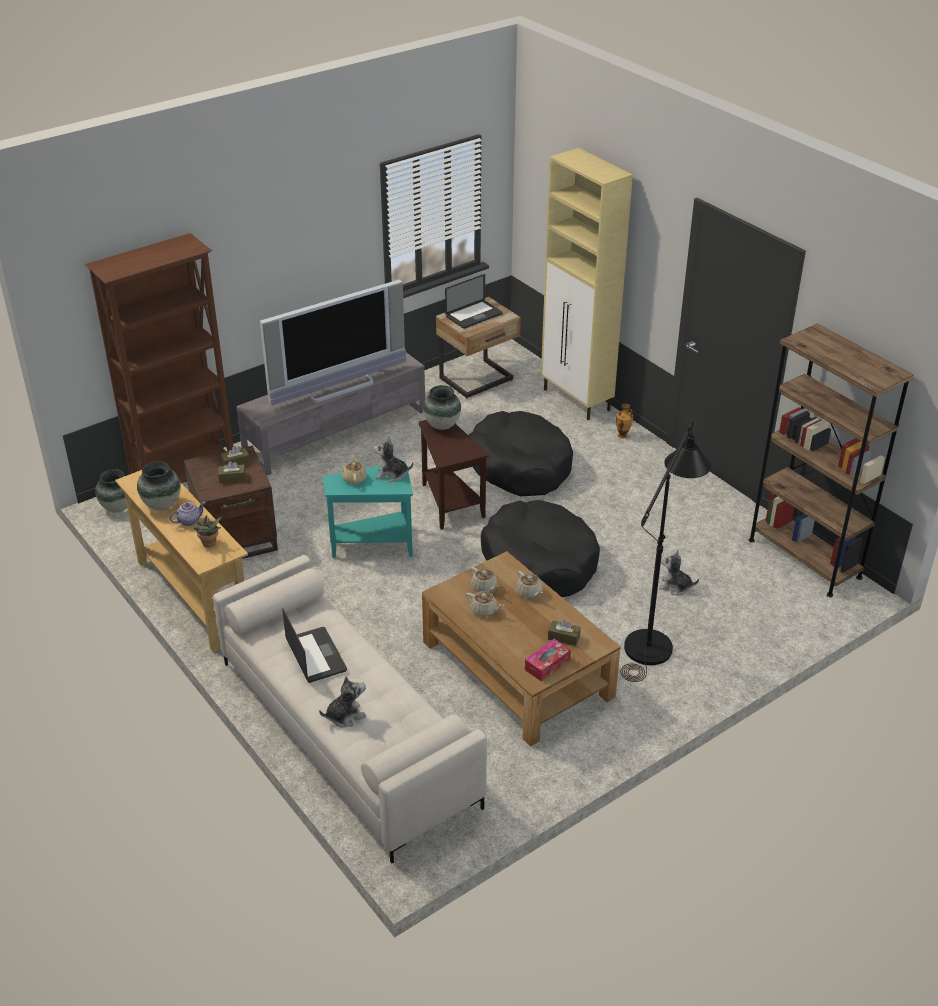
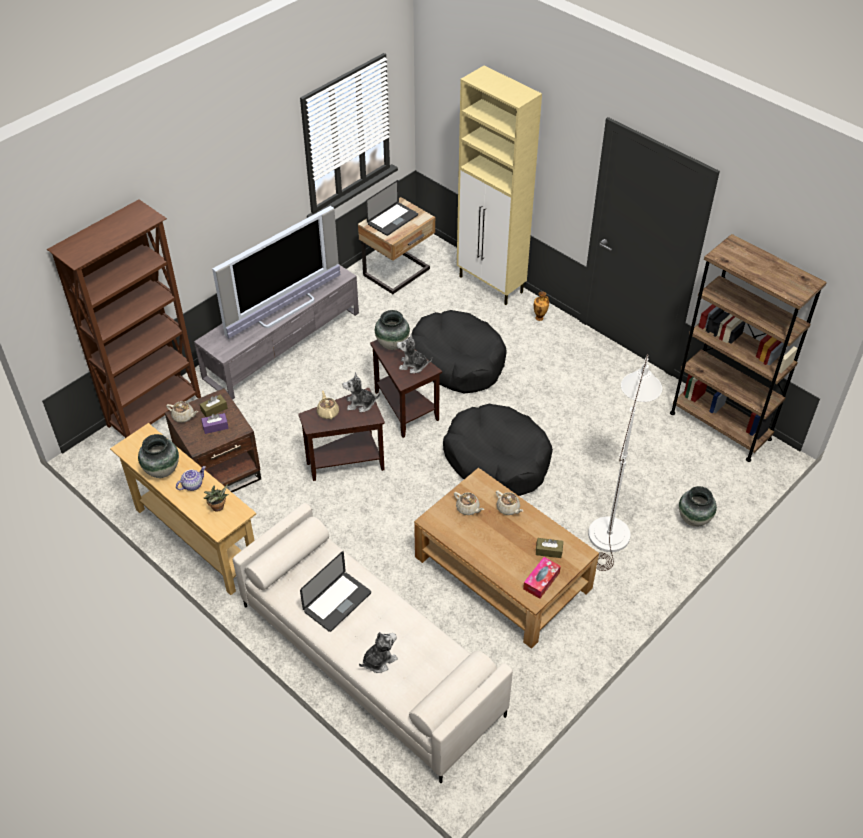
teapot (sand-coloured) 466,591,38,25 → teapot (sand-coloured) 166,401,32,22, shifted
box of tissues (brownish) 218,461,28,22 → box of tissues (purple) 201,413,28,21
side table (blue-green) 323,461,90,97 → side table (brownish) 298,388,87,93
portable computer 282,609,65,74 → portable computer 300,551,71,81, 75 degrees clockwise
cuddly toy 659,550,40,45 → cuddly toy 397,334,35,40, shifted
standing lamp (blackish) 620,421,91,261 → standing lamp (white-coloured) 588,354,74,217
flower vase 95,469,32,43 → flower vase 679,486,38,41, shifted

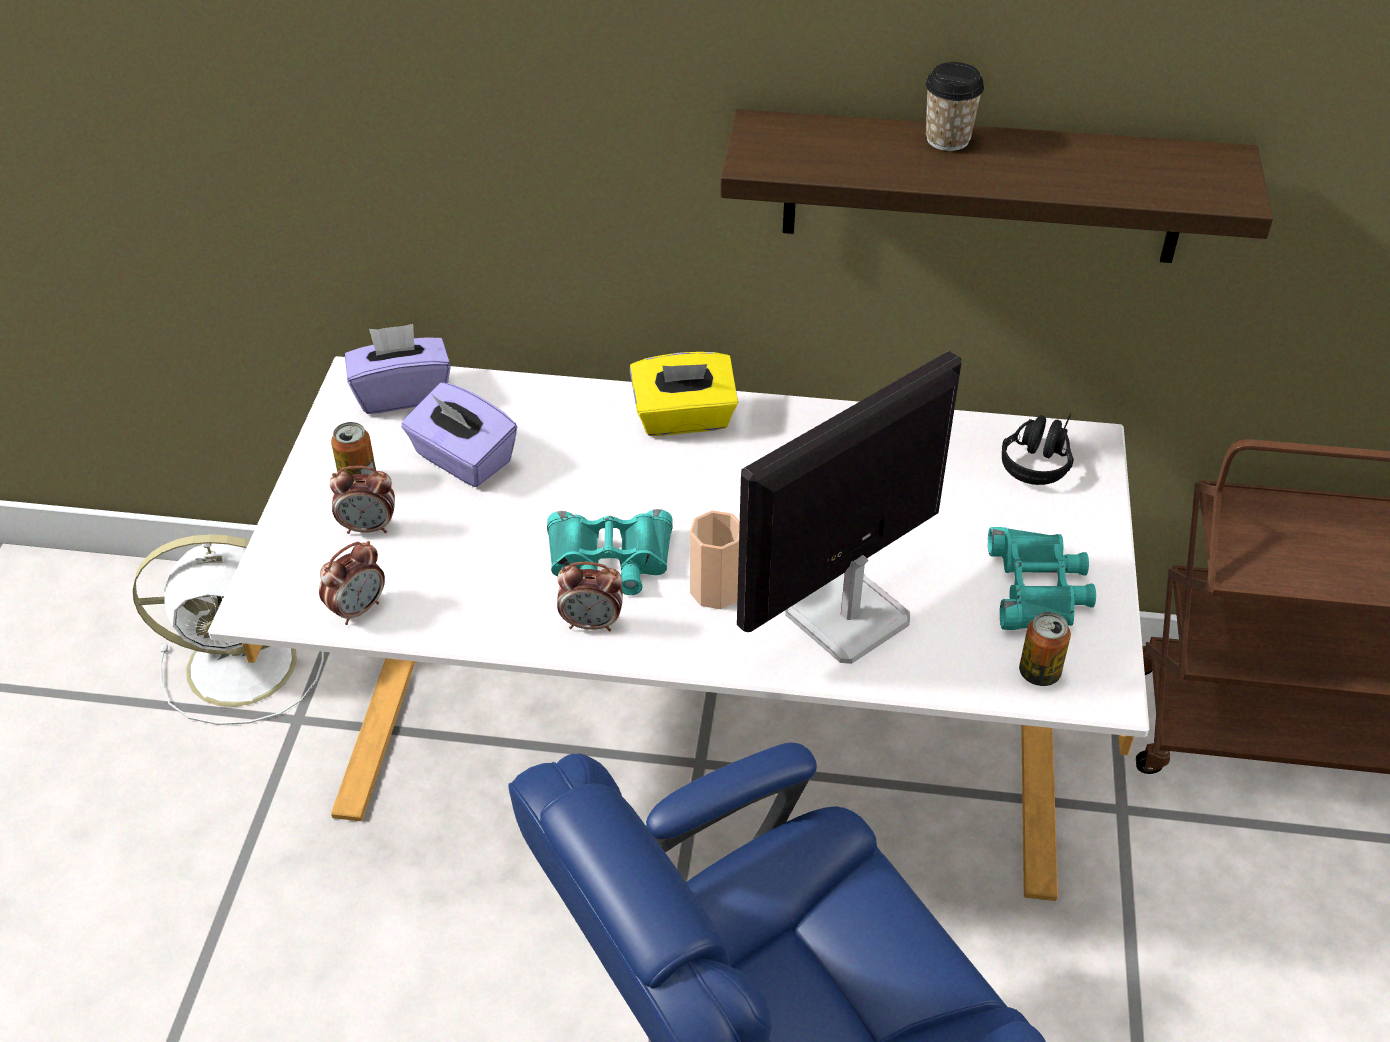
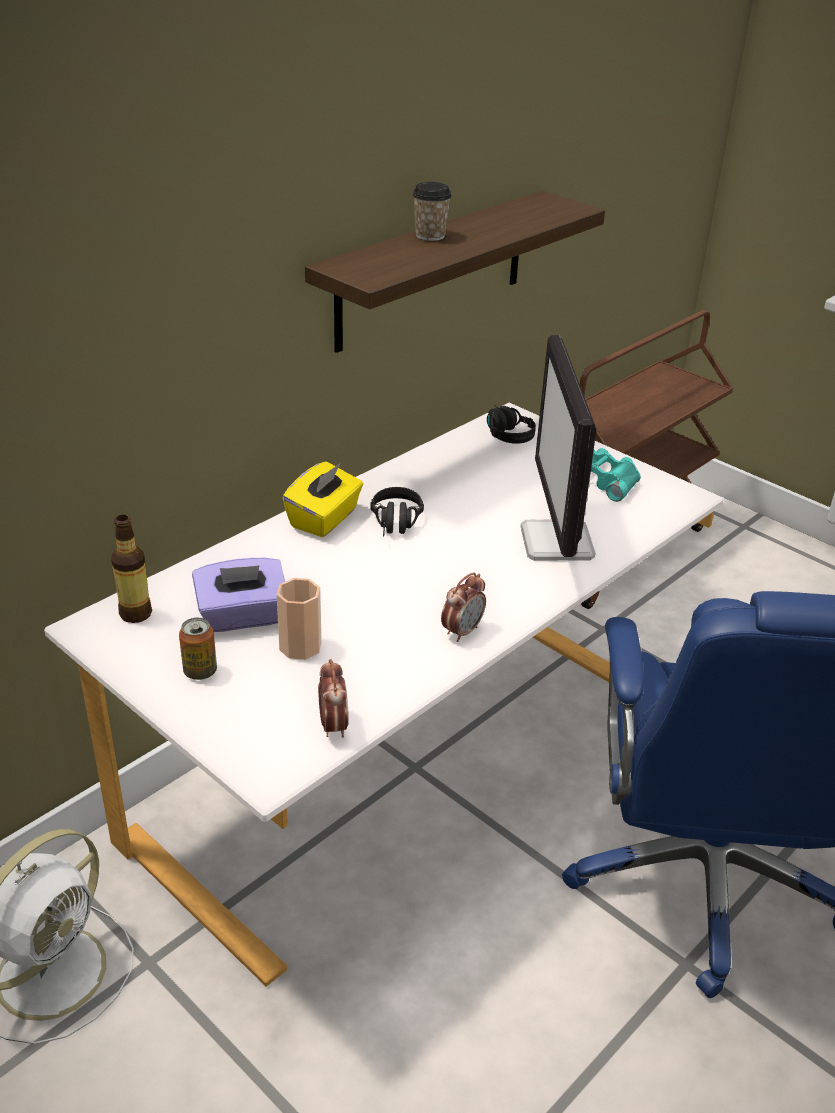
box of tissues (purple) 345,324,106,90 → beverage bottle 111,515,41,108
cup 690,510,50,99 → cup 277,578,45,82, shifted
- → pair of headphones (blackish) 370,487,54,50
table clock 330,466,65,68 → -
field glasses (blue-green) 547,509,126,86 → -
can 1019,612,52,74 → -

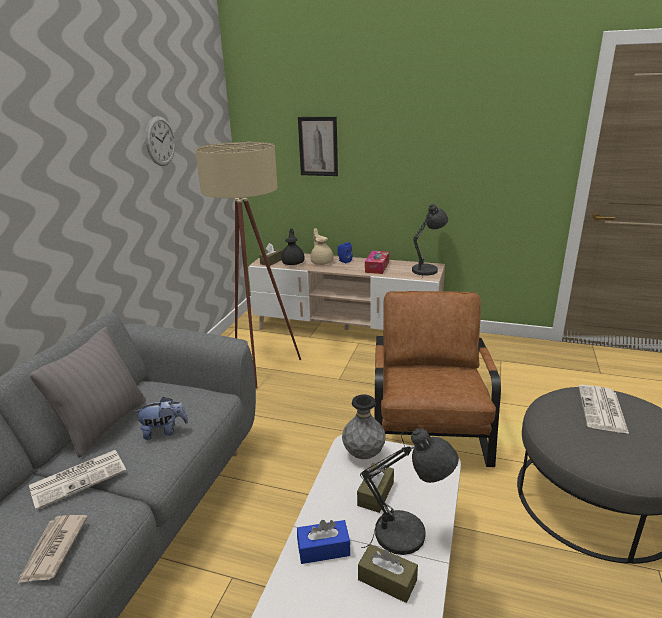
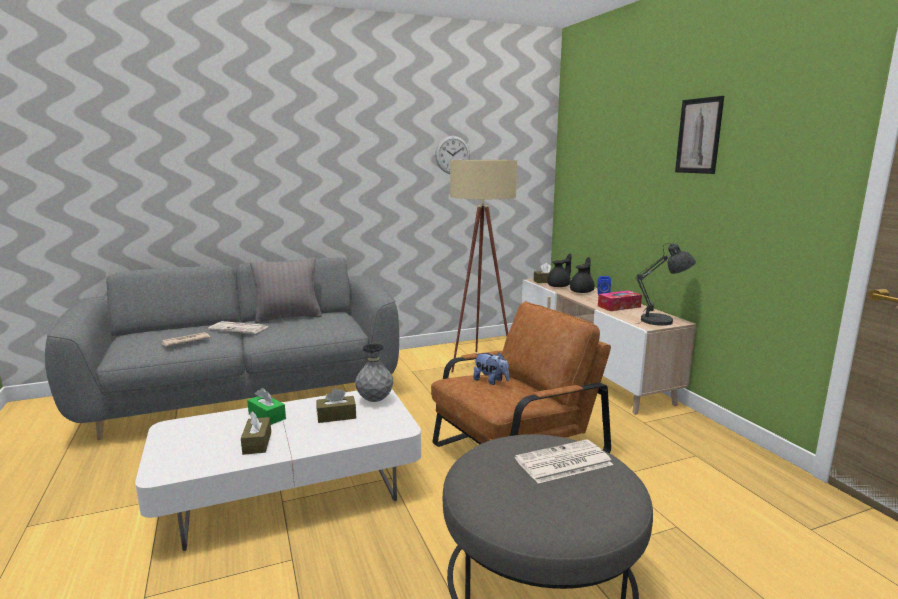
box of tissues (blue-coloured) 297,520,53,44 → box of tissues (greenish) 247,388,39,37
cuddly toy 133,396,55,44 → cuddly toy 473,352,36,33, shifted
teapot (sand-coloured) 311,228,23,37 → teapot (blackish) 570,257,25,36
picture 298,117,40,59 → picture 675,96,49,78, shifted
table lamp (gray) 360,428,99,127 → -

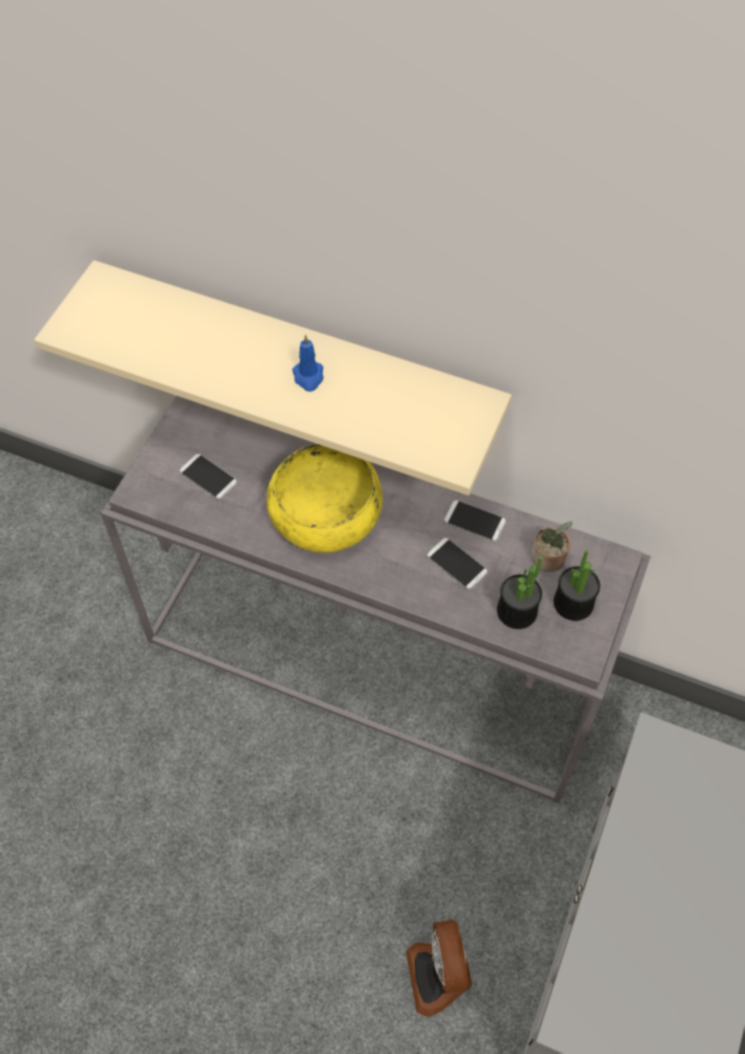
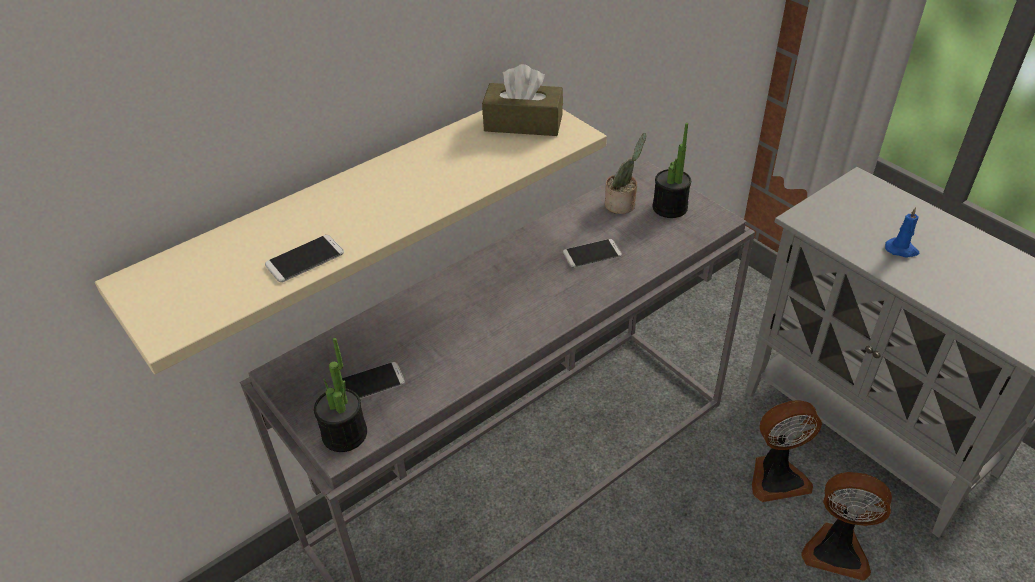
telephone 444,500,62,41 → telephone 265,235,79,47, shifted
plant in a pot 497,556,45,73 → plant in a pot 314,338,53,114, shifted
- → box of tissues (brownish) 482,64,81,72
- → cooling fan 752,400,70,102
candle (blue-coloured) 292,335,31,57 → candle (blue-coloured) 885,207,34,51, shifted
bowl (yellow-coloured) 267,444,116,109 → -

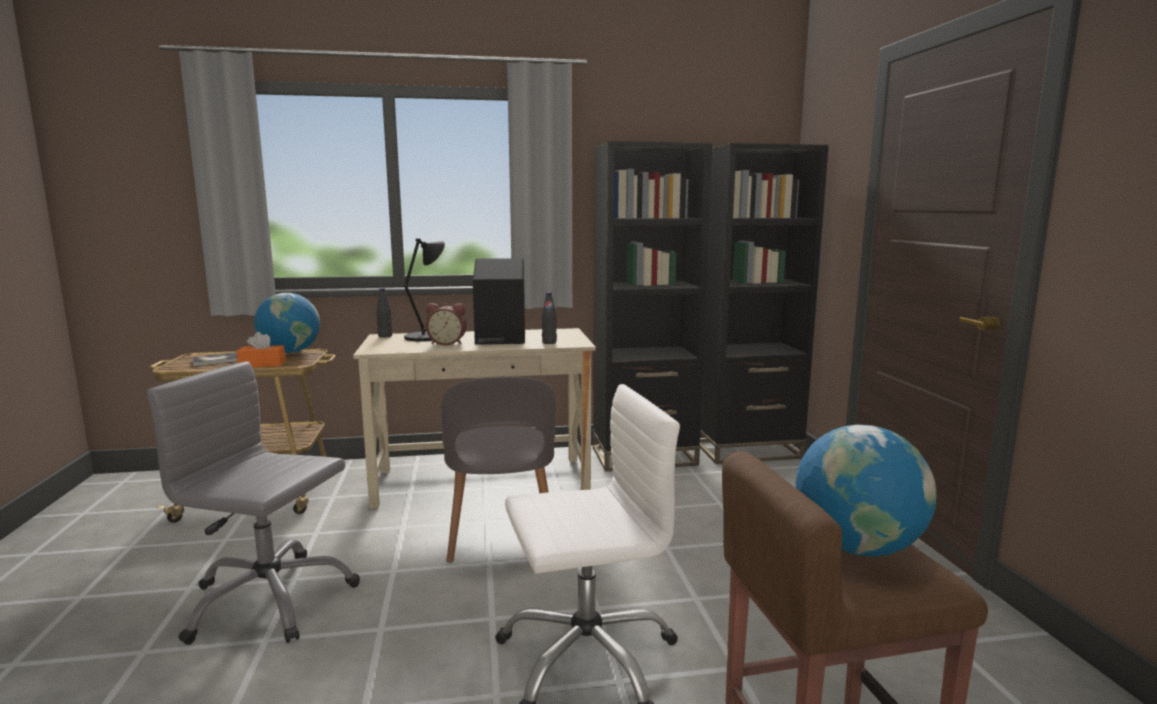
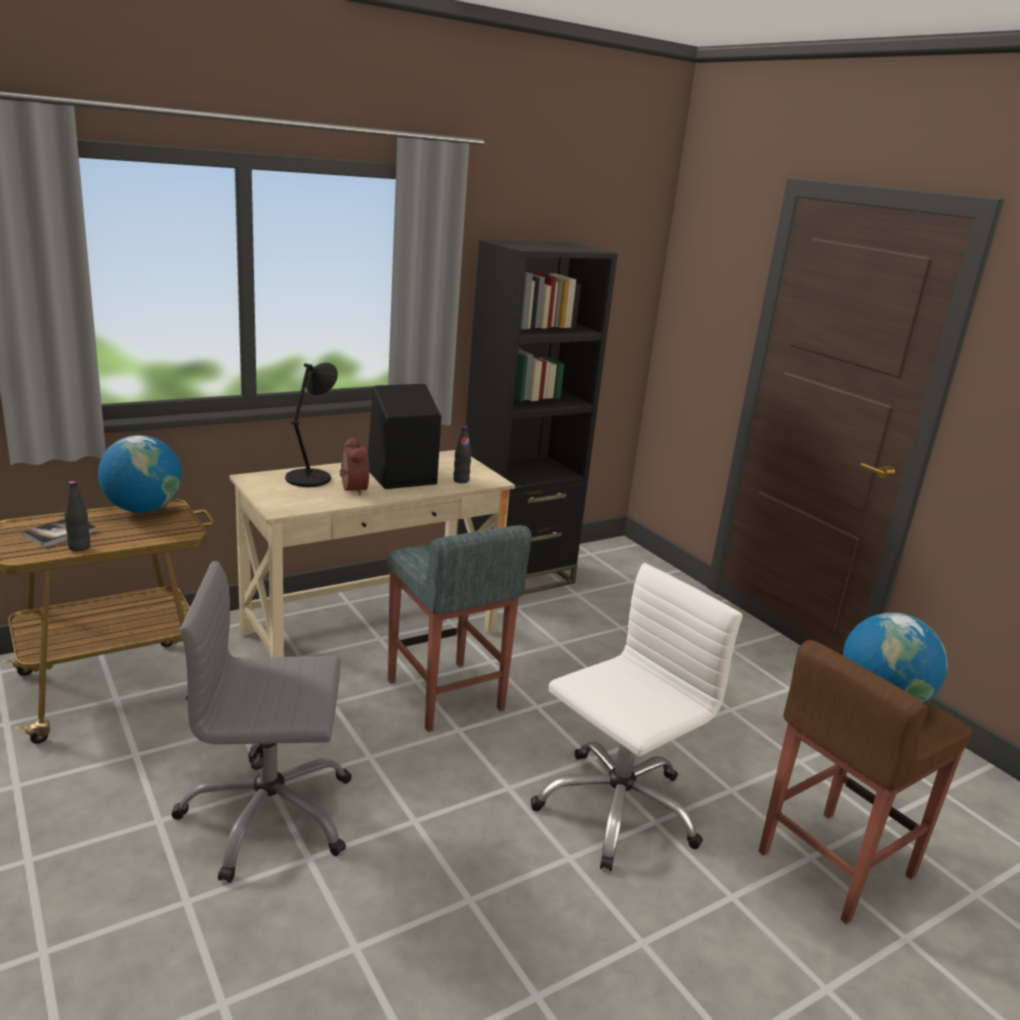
beverage bottle (blackish) 376,288,16,50 → beverage bottle (blackish) 64,481,26,70, shifted
table clock 426,303,41,43 → table clock 340,437,29,58, 90 degrees counterclockwise
chair (gray) 441,376,114,187 → sitting stool (gray) 388,525,144,207
box of tissues (orange) 237,332,49,35 → -
bookshelf (blackish) 700,143,129,321 → -

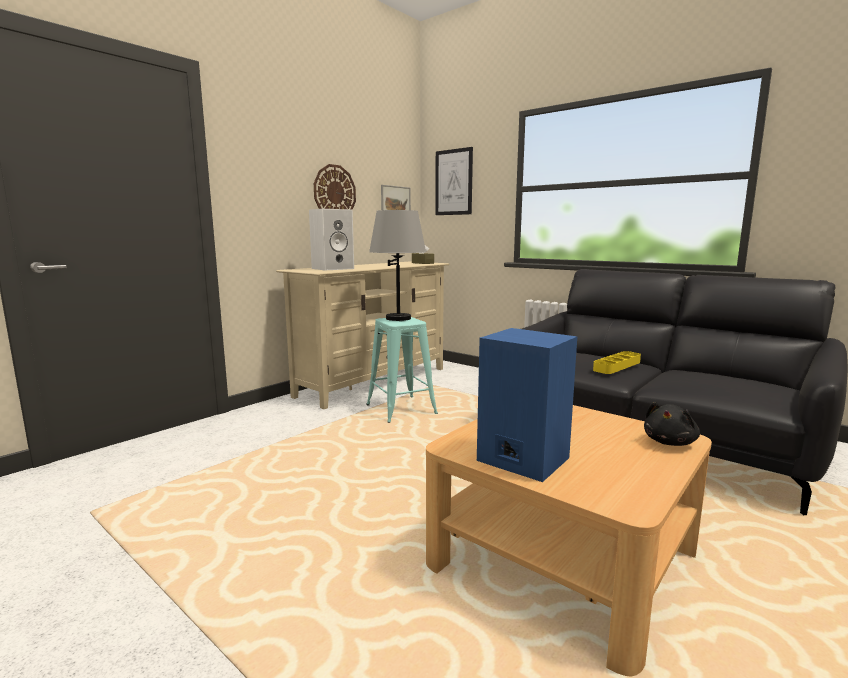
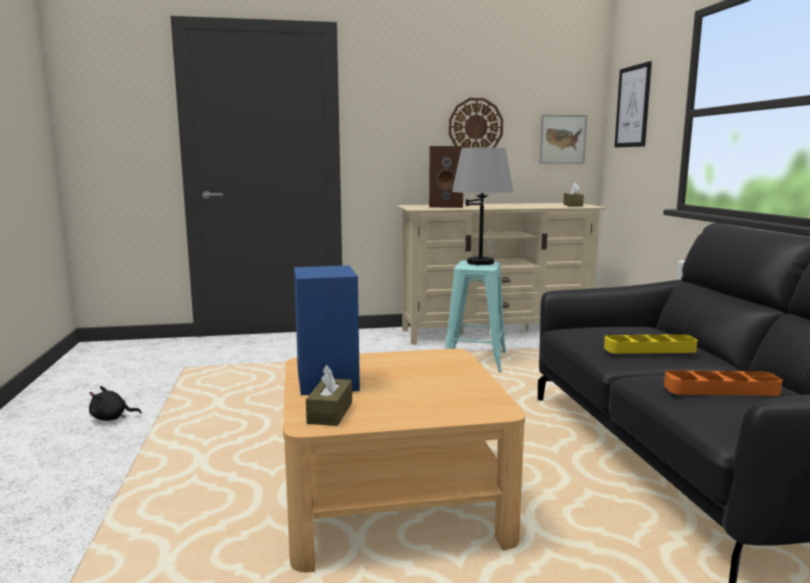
cuddly toy (blackish) 644,402,56,44 → cuddly toy (blackish) 89,386,53,35, shifted
- → box of tissues (brownish) 306,365,46,61
audio speaker (white-coloured) 309,209,45,61 → audio speaker (brownish) 429,146,35,62
- → tray (orange) 664,370,118,26

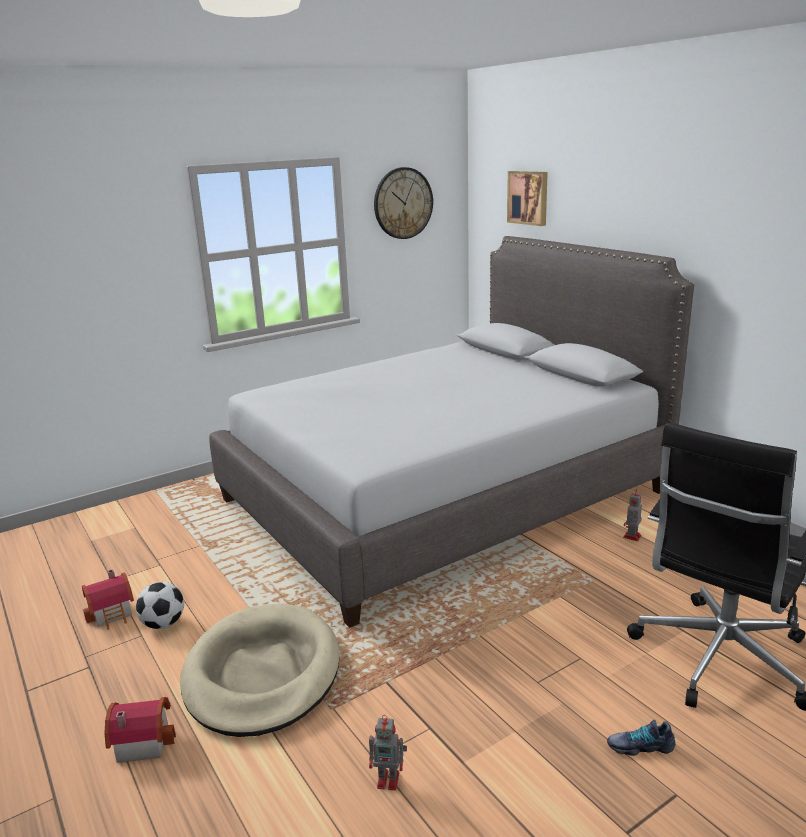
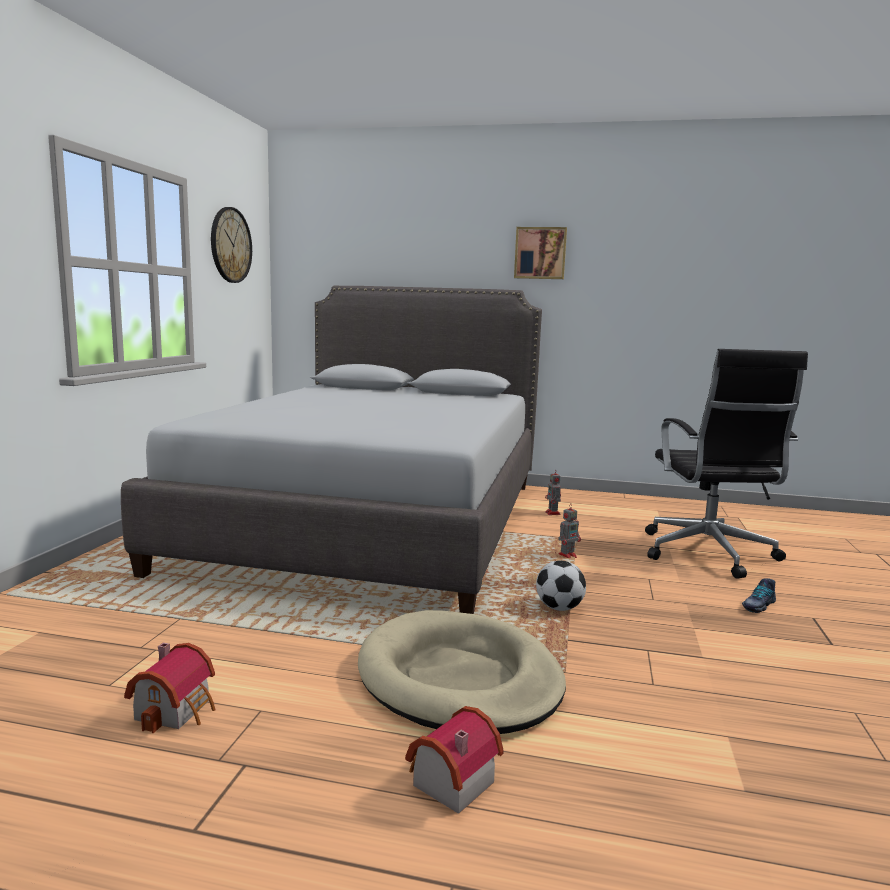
picture 507,171,41,55 → picture 514,227,53,52, shifted
football 136,582,48,47 → football 536,560,50,51, shifted
robot figure 369,715,38,75 → robot figure 558,503,23,55, shifted

